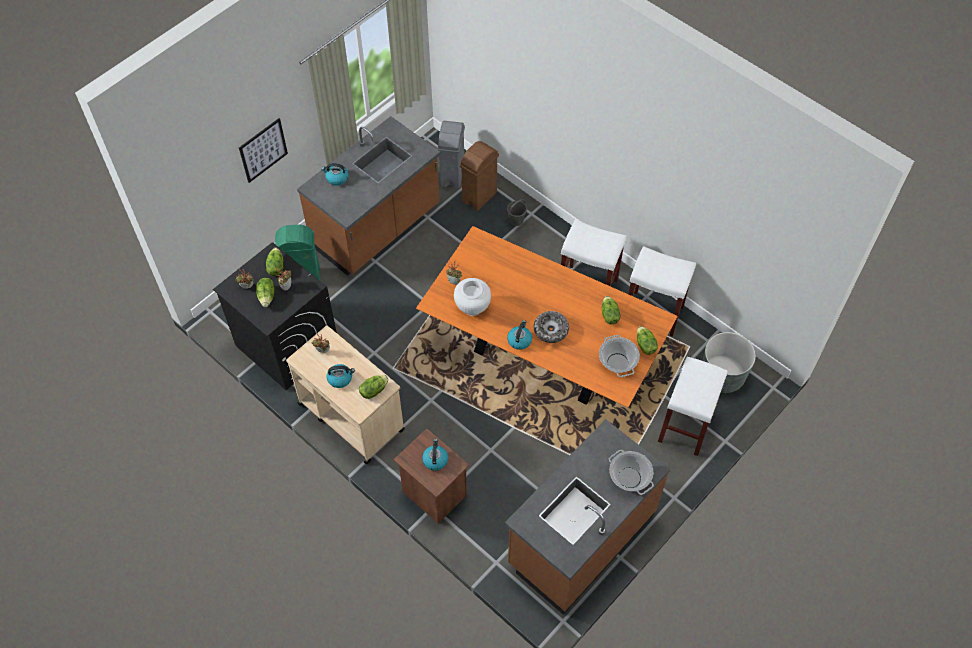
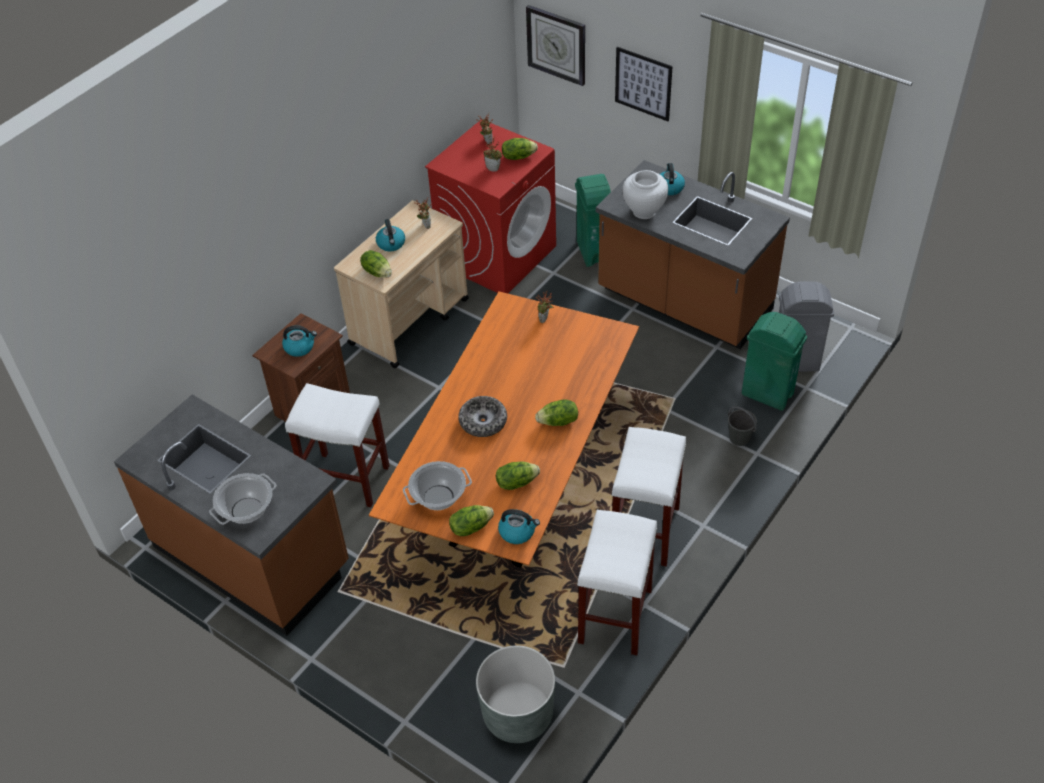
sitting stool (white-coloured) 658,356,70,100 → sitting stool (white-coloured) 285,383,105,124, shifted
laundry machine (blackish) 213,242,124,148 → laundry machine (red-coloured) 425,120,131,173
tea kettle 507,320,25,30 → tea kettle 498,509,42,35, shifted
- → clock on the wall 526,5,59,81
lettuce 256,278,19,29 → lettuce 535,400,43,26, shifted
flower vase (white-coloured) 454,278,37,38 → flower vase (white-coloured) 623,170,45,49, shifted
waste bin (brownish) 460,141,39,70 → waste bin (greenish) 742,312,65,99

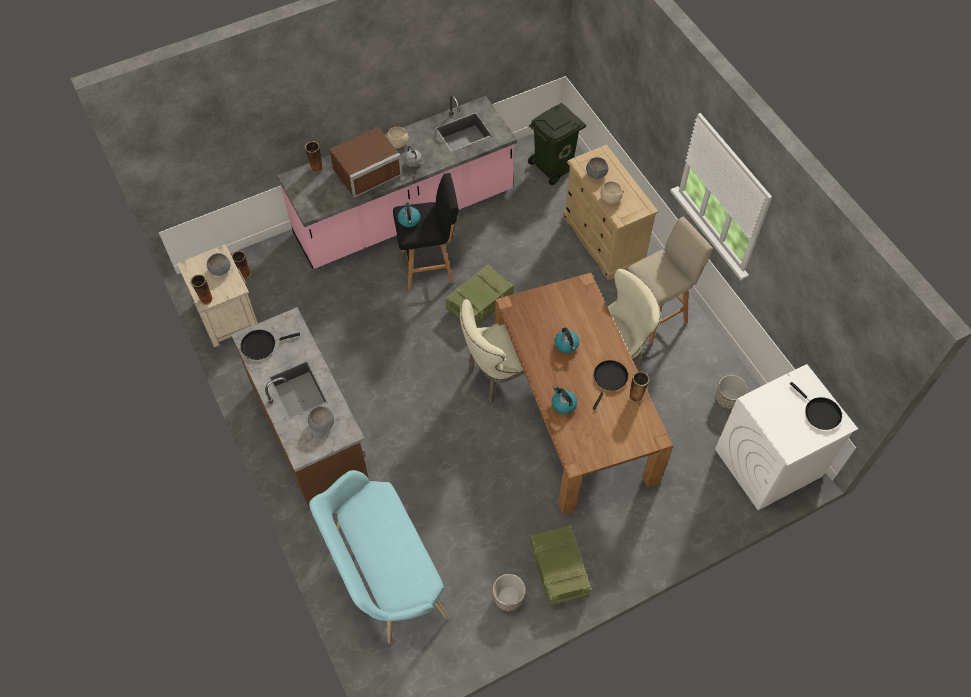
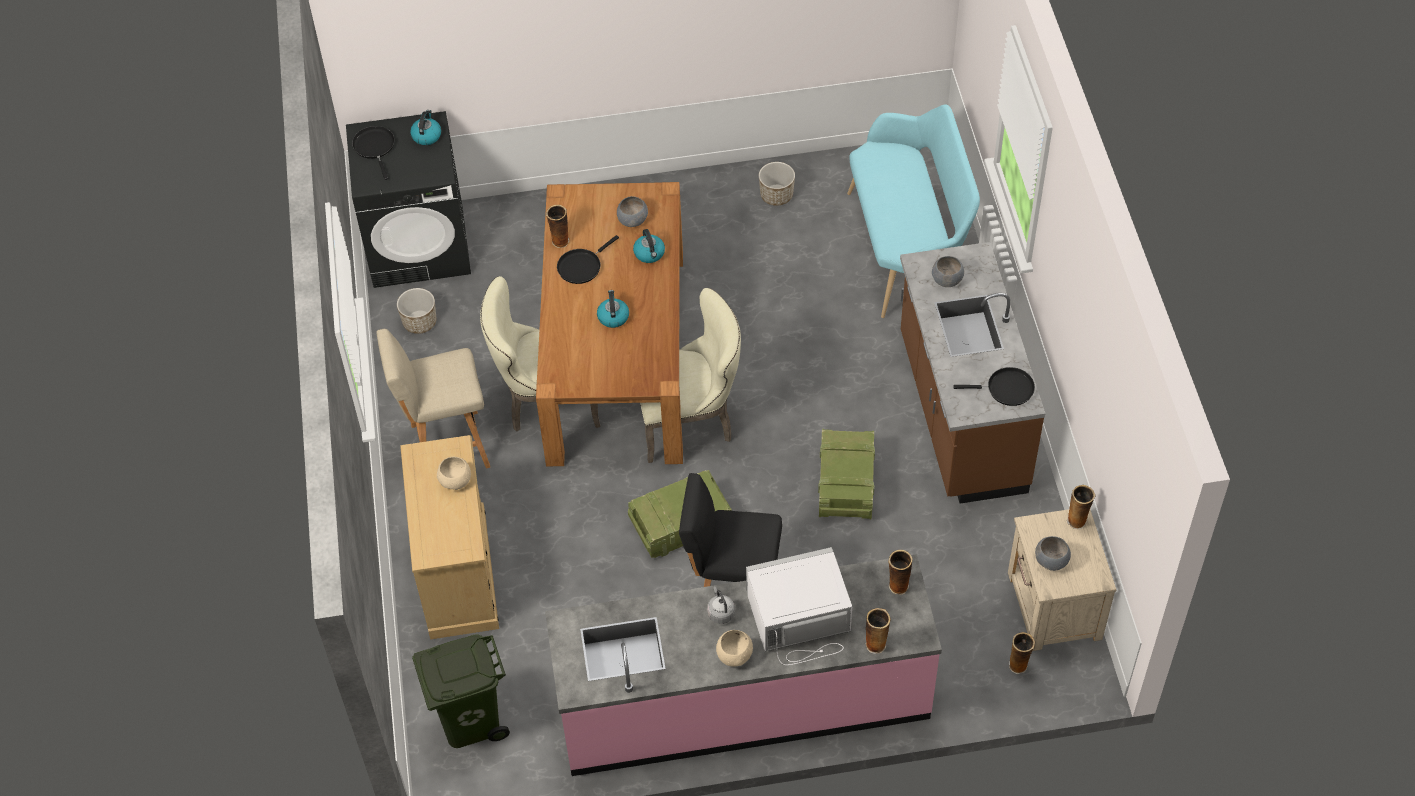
laundry machine (white-coloured) 715,364,143,146 → laundry machine (blackish) 346,111,125,177
tea kettle 398,203,22,24 → tea kettle 410,110,31,35, shifted
bowl (gray) 586,157,22,22 → bowl (gray) 617,196,31,31, shifted
microwave oven (brownish) 329,127,73,71 → microwave oven (white-coloured) 746,547,106,118
crate 530,525,61,82 → crate 818,429,57,90, shifted
- → flower vase 888,550,25,45

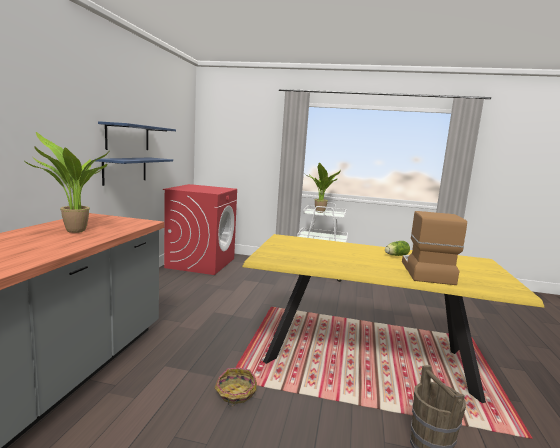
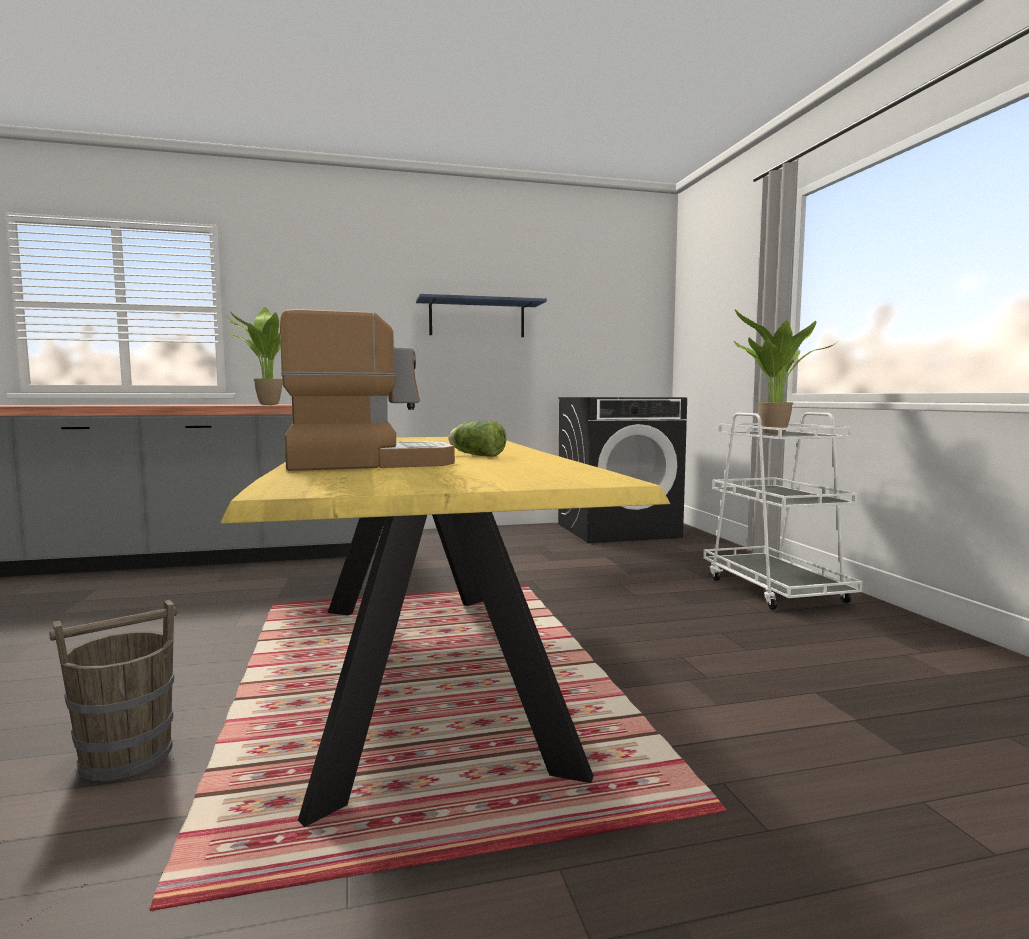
laundry machine (red-coloured) 163,184,74,91 → laundry machine (blackish) 558,397,129,146
shelf (blue-coloured) 96,157,77,29 → -
household basket 215,368,42,38 → -

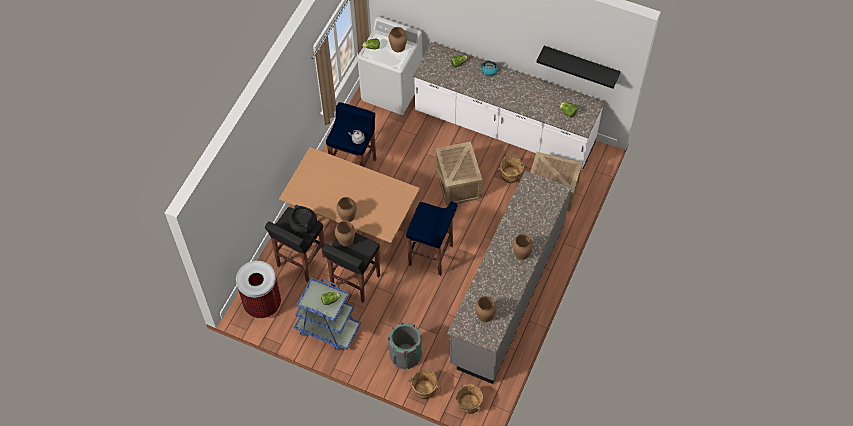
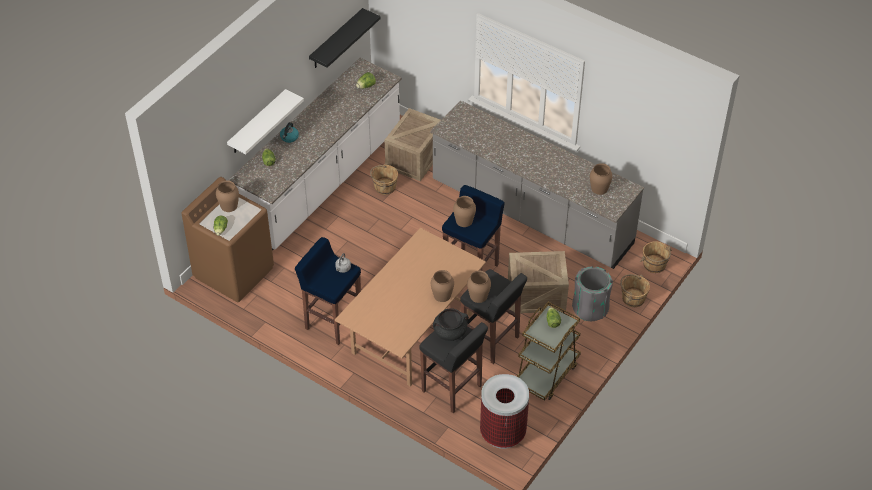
laundry machine (white-coloured) 357,16,66,99 → laundry machine (brownish) 181,177,93,125
- → shelf (white-coloured) 227,89,77,65
flower vase (brownish) 512,234,21,26 → flower vase (brownish) 453,196,23,31, shifted
crate 436,141,46,65 → crate 508,251,61,62, shifted
wheeled cart (blue-coloured) 294,278,67,72 → wheeled cart (brownish) 517,302,64,99

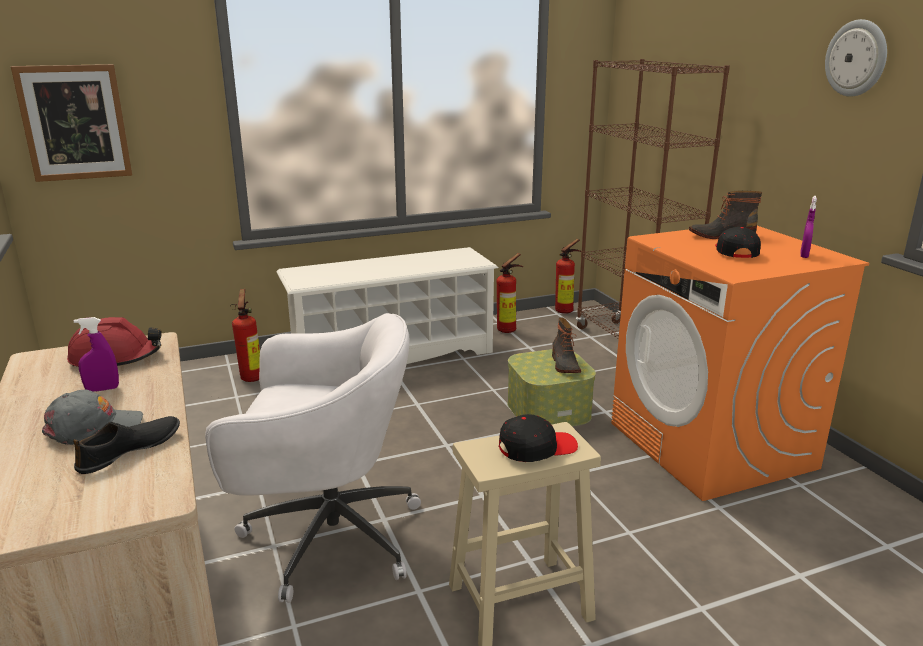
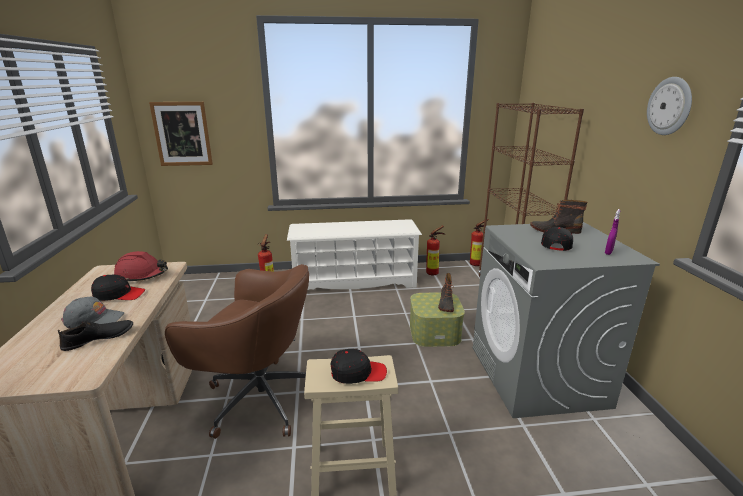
sprayer (purple) 74,317,45,75 → cap (blackish) 91,275,54,26
office chair (white-coloured) 205,313,216,290 → office chair (brownish) 165,264,144,175
laundry machine (orange) 611,226,258,275 → laundry machine (gray) 472,222,188,196

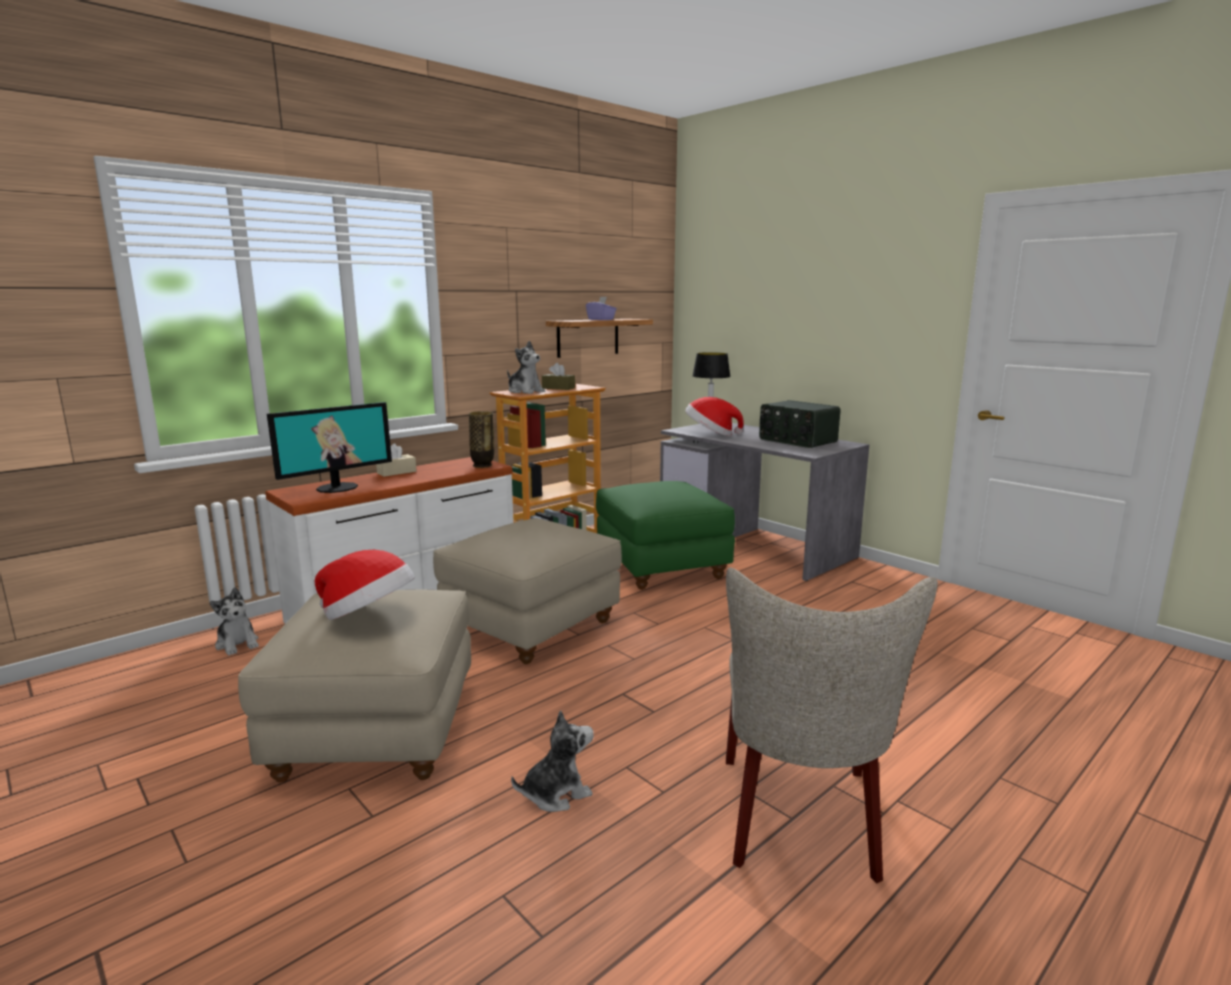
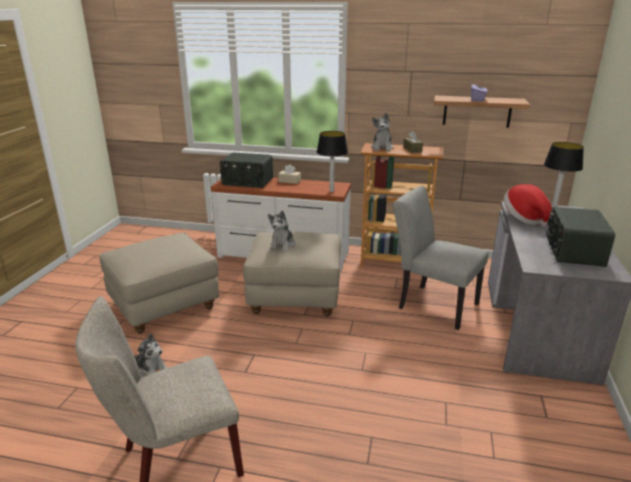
computer screen 267,402,125,91 → radio receiver 220,152,53,36
cuddly toy 209,587,50,69 → cuddly toy 268,210,27,42, shifted
flower vase 469,411,25,57 → table lamp 317,131,31,61
pouffe (greenish) 596,481,139,109 → chair (gray) 393,186,96,144
wearable hat 315,550,100,70 → -

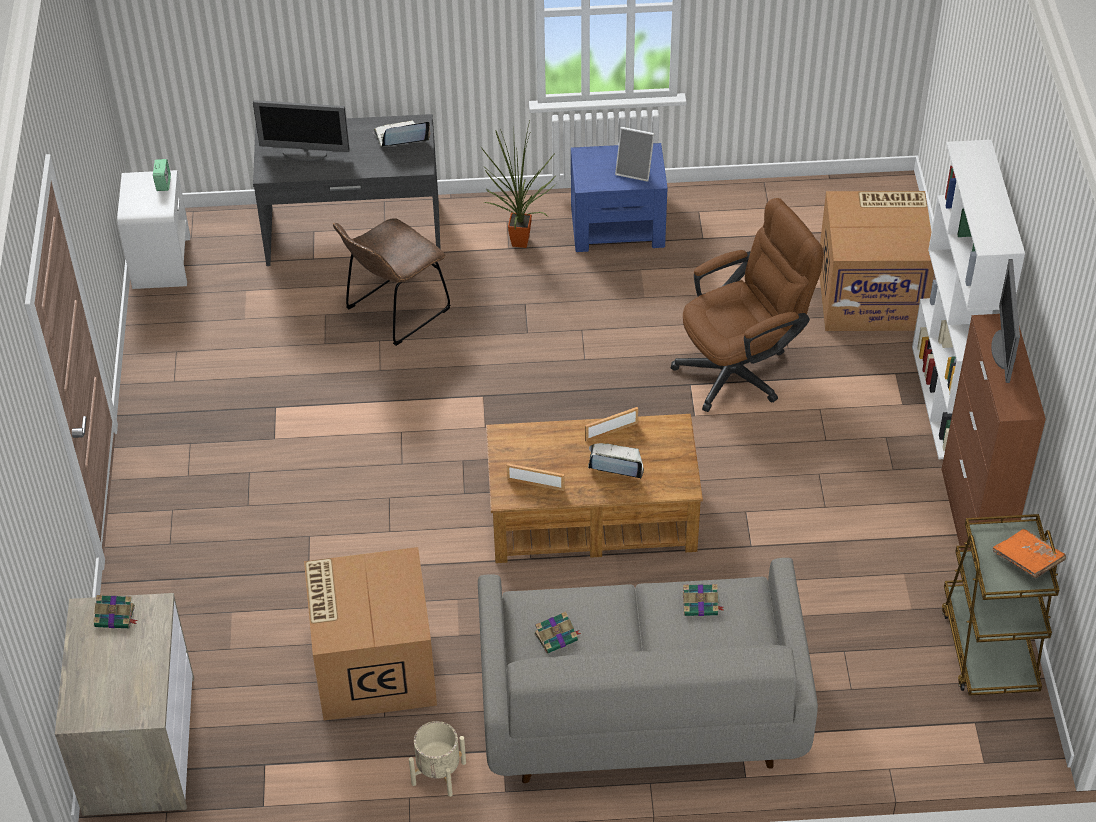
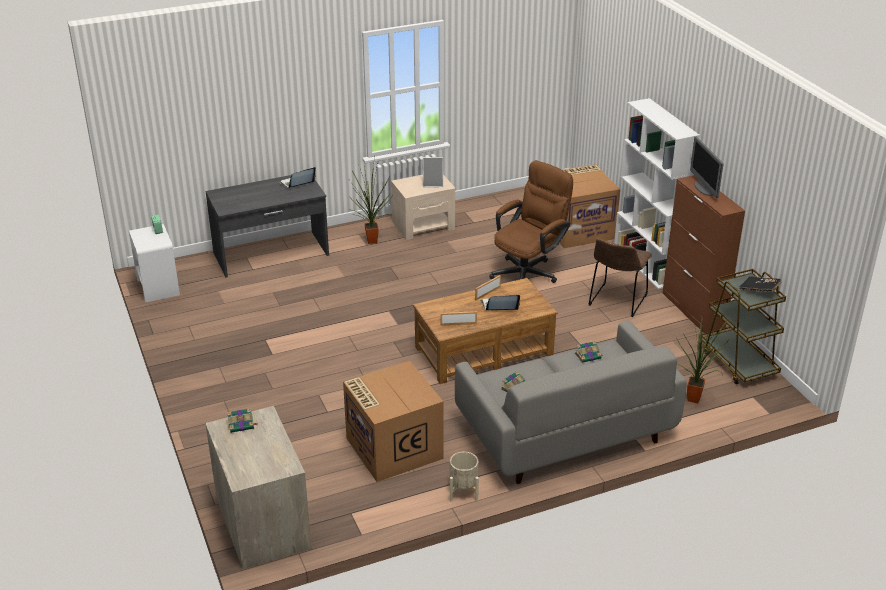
bedside table (blue-coloured) 571,143,97,109 → bedside table (sand-coloured) 391,175,64,65
chair (brownish) 333,218,118,128 → chair (brownish) 589,239,63,78, shifted
- → plant in a pot 676,299,53,104
volume (orange) 992,529,74,49 → volume (blackish) 739,276,42,17
computer screen 253,100,97,61 → -

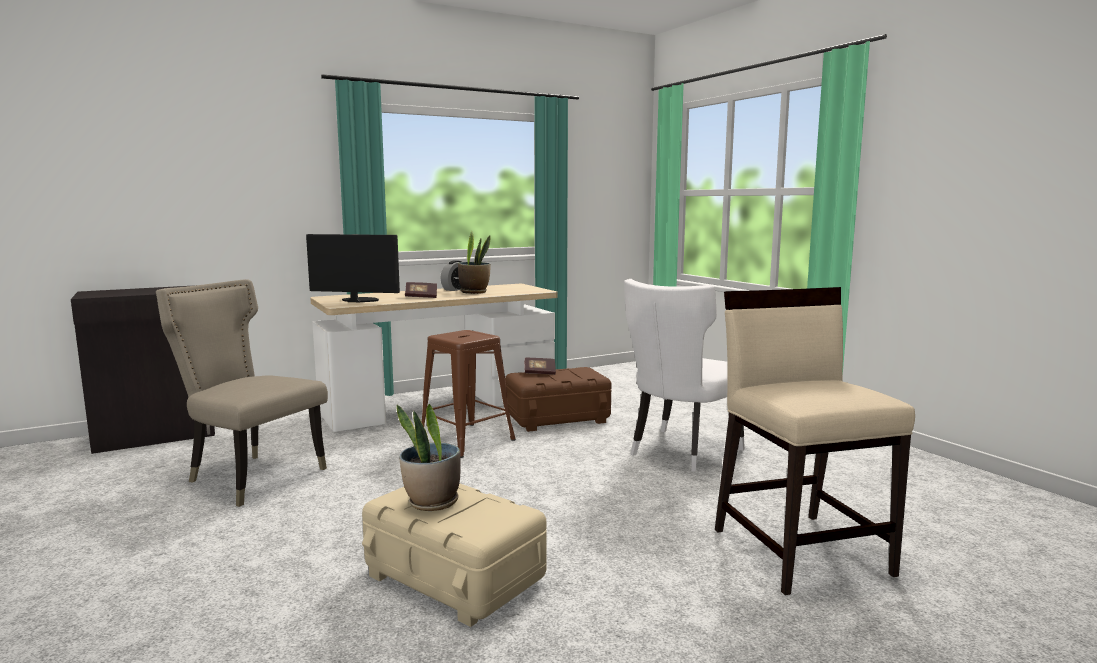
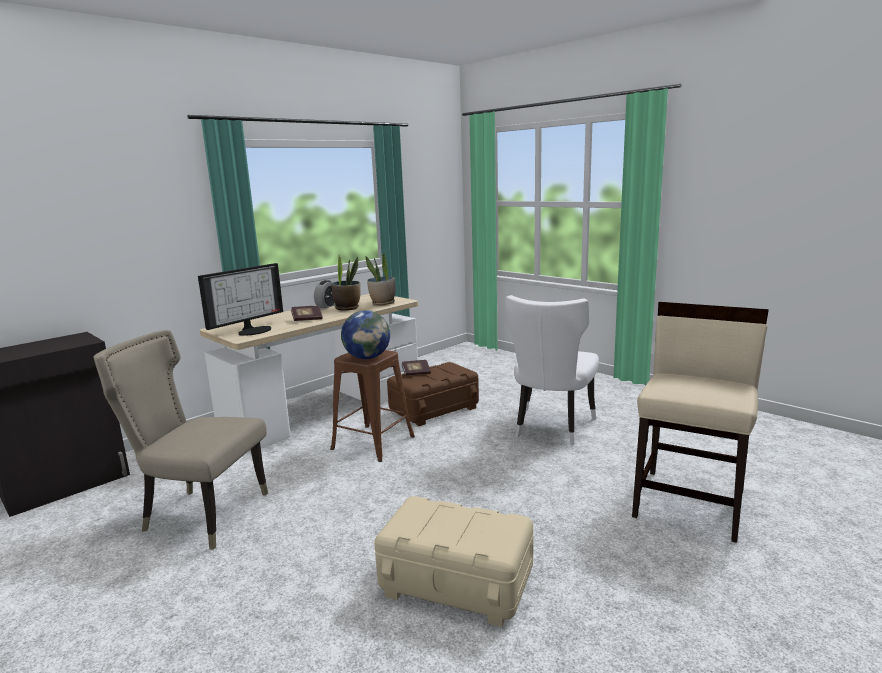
computer screen 306,234,94,68 → computer screen 198,263,85,73, 135 degrees clockwise
- → world globe 341,310,49,49
plant in a pot 396,404,65,107 → plant in a pot 366,254,30,51, shifted
chair (sand-coloured) 715,287,200,308 → chair (sand-coloured) 632,302,137,241, 60 degrees clockwise

